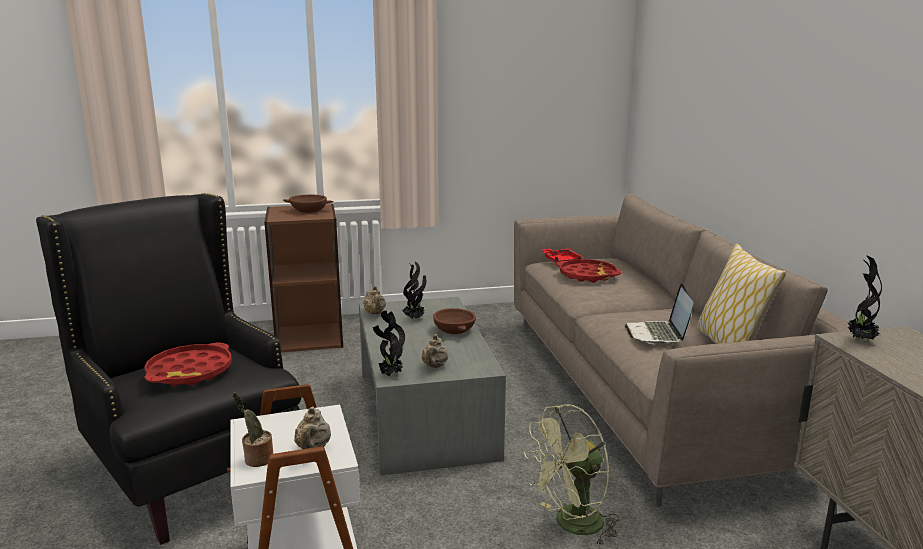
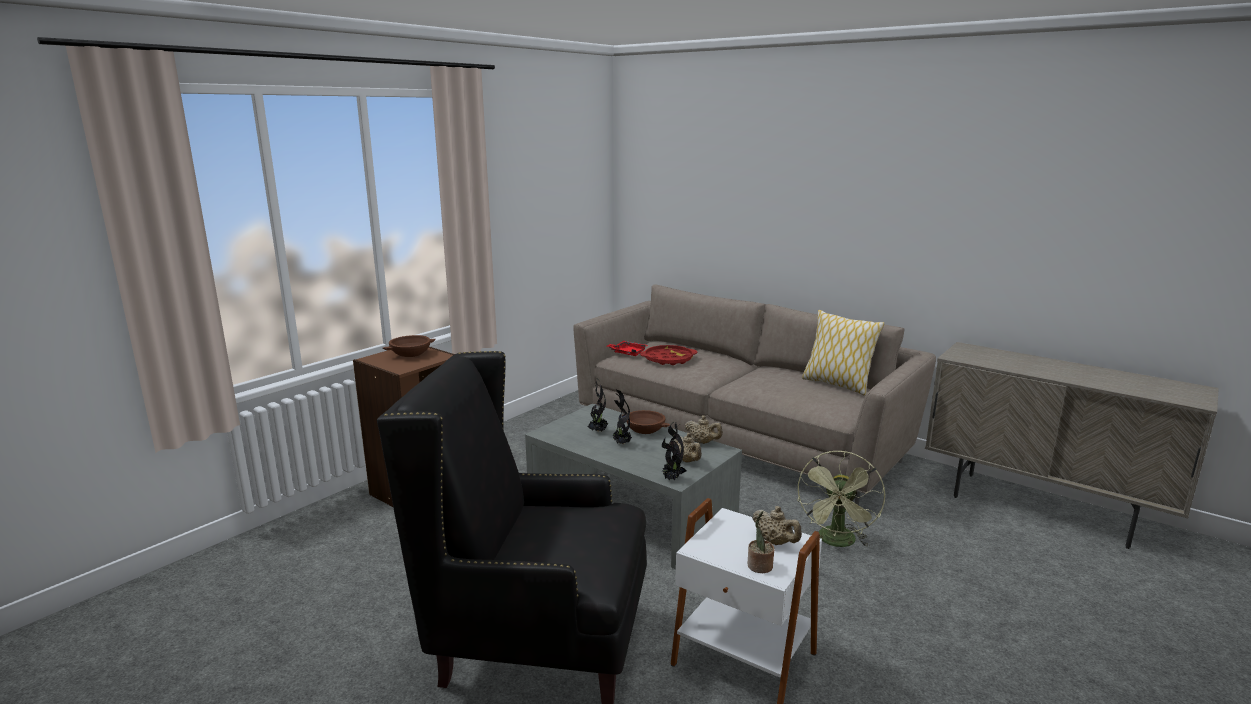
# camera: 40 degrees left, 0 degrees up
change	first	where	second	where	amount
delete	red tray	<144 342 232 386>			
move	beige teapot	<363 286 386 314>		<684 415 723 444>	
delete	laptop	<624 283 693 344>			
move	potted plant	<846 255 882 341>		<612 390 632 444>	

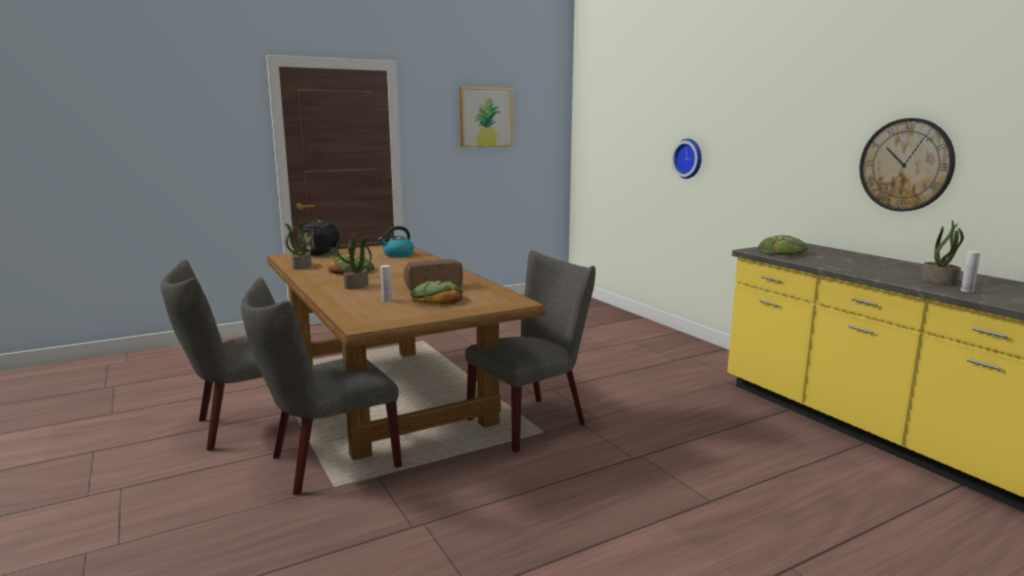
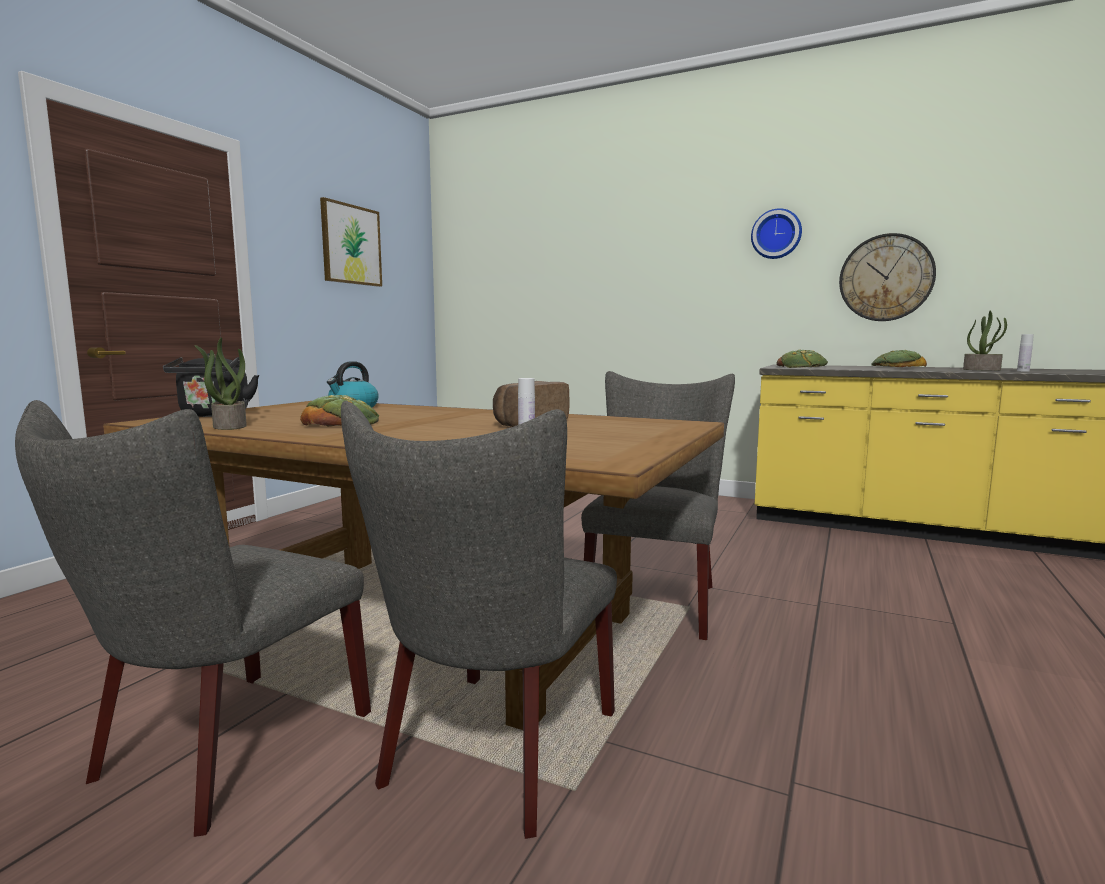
# camera: 35 degrees left, 5 degrees down
change	first	where	second	where	amount
delete	potted plant	<336 233 372 289>			
move	bread	<410 281 463 305>		<871 350 927 367>	
move	wall clock	<672 139 702 179>		<751 208 802 259>	

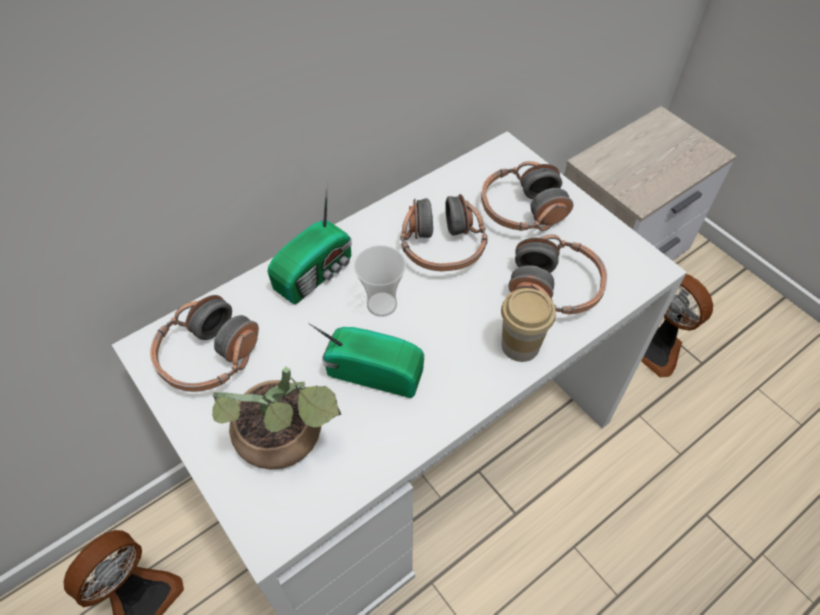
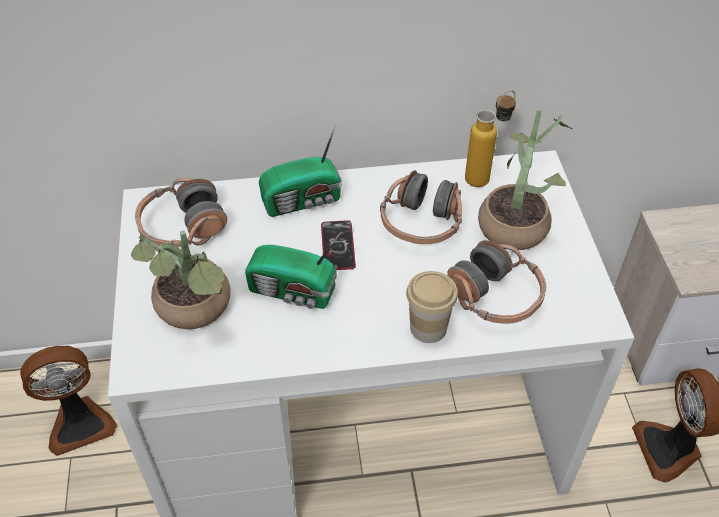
# camera: 30 degrees right, 5 degrees down
change	first	where	second	where	amount
rotate	radio	<308 323 424 398>		<245 232 341 309>	150 degrees clockwise
replace	cup	<354 245 406 317>	phone	<321 220 356 270>	
replace	headphones	<481 161 573 231>	potted plant	<478 109 572 250>	
insert			bottle	<465 91 516 187>	

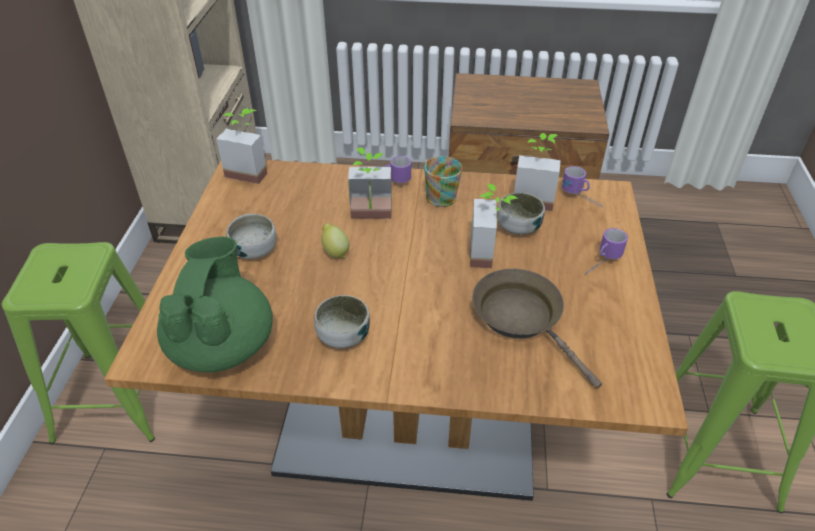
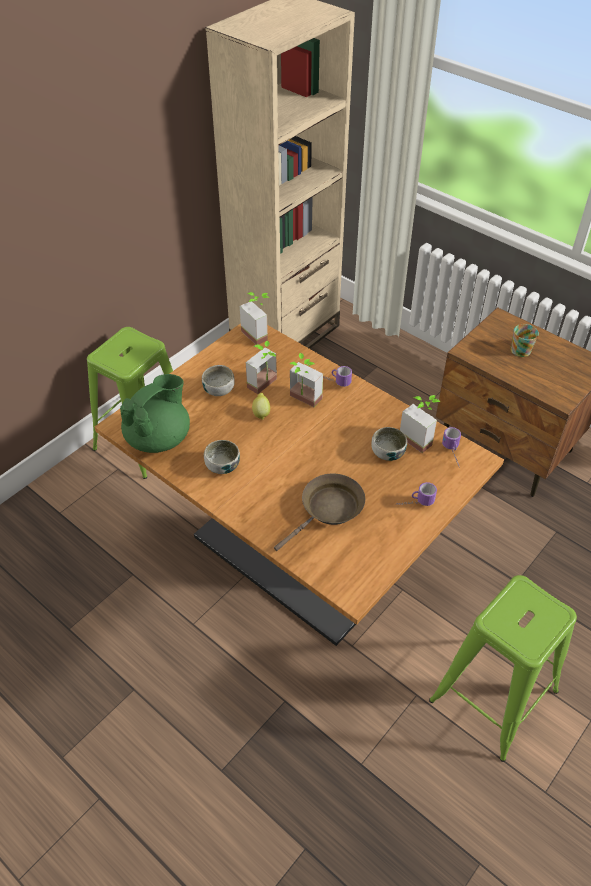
# camera: 35 degrees right, 5 degrees up
change	first	where	second	where	amount
move	mug	<424 156 462 207>		<510 324 539 357>	
move	potted plant	<470 184 518 268>		<246 341 277 394>	
rotate	brown frying pan	<472 269 602 388>		<274 473 365 551>	45 degrees clockwise

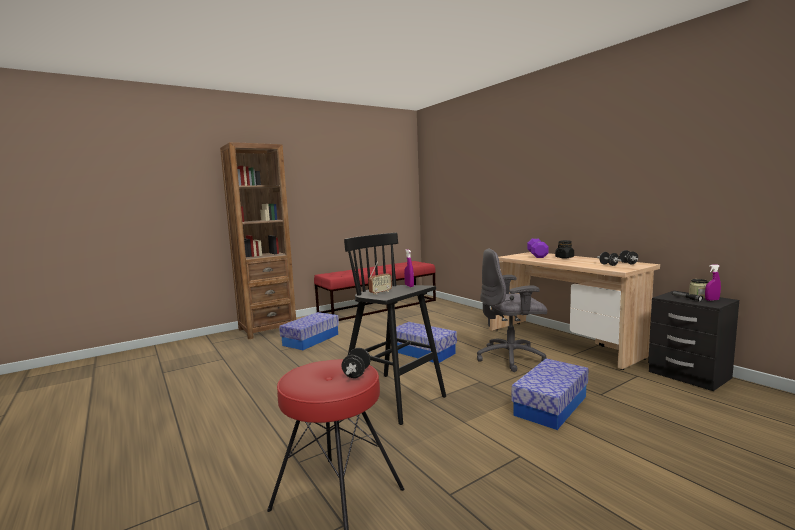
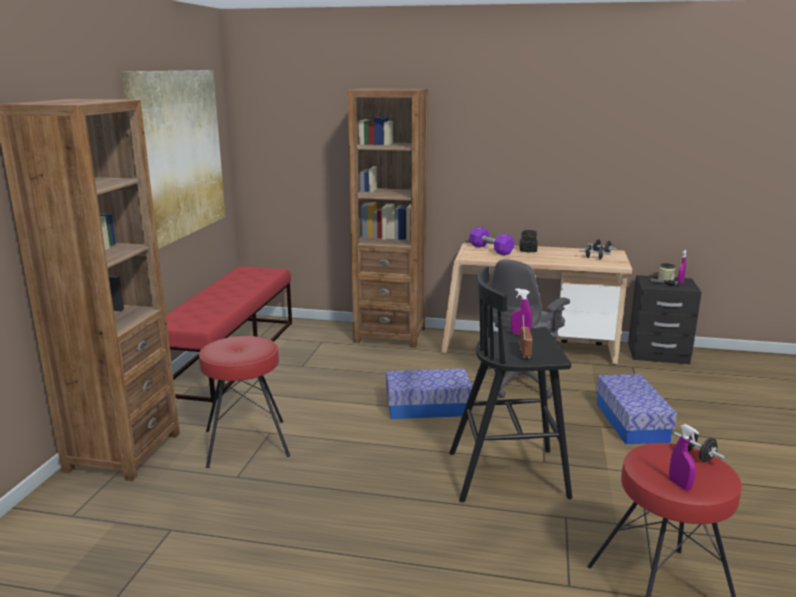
# camera: 45 degrees left, 10 degrees up
change	first	where	second	where	amount
replace	storage box	<279 312 339 350>	red stool	<199 336 290 468>	
insert			picture	<122 70 226 249>	
insert			brown bookcase	<348 88 428 348>	
insert			purple spray bottle	<669 424 699 491>	

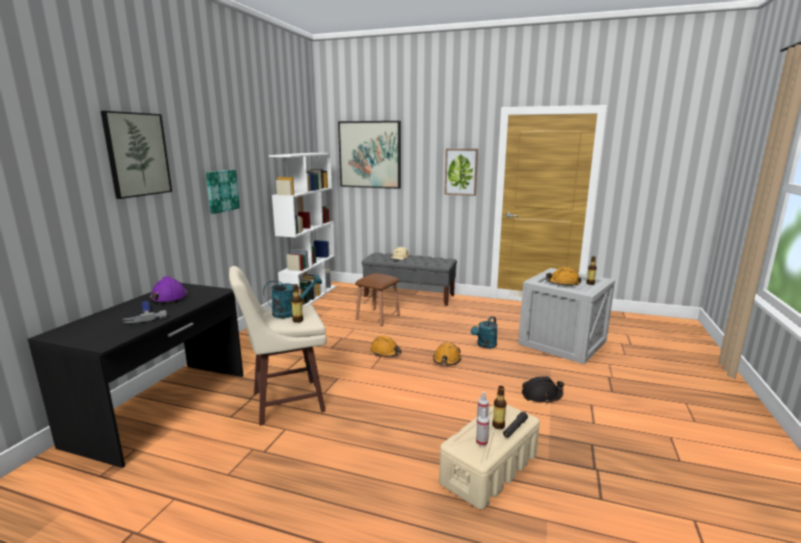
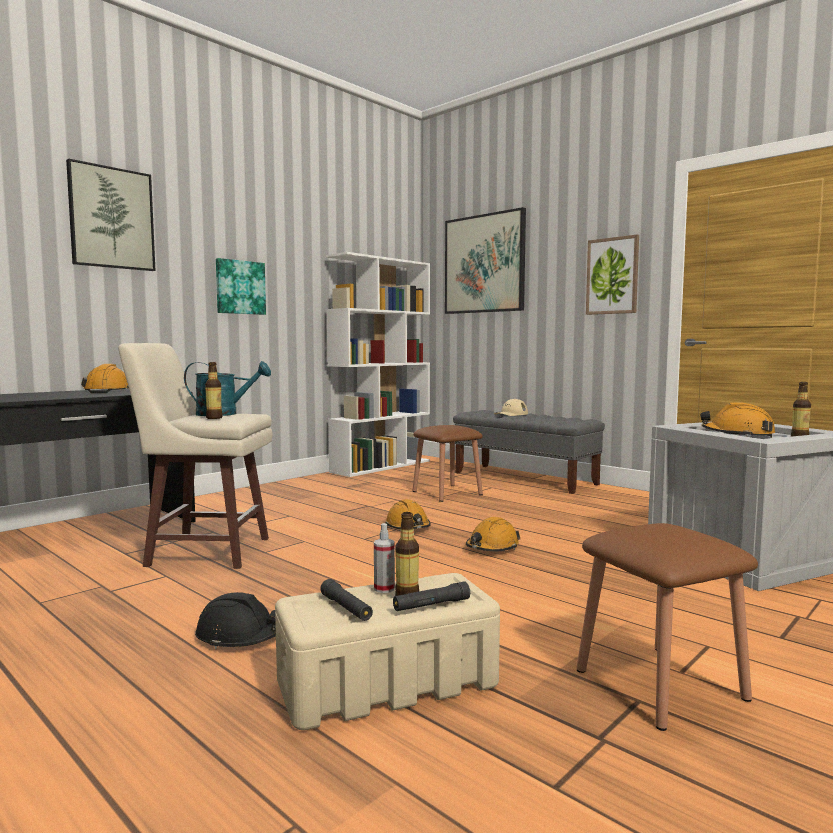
# camera: 25 degrees right, 10 degrees down
change	first	where	second	where	amount
delete	hammer	<123 301 167 323>			
recolor	purple hard hat	<150 276 188 304>	orange hard hat	<81 364 129 393>	
delete	turquoise watering can	<471 316 498 349>			
replace	spray bottle	<476 409 489 446>	black flashlight	<321 579 373 621>	
move	black hard hat	<522 376 564 404>		<195 592 276 649>	
insert			brown stool	<577 523 758 731>	

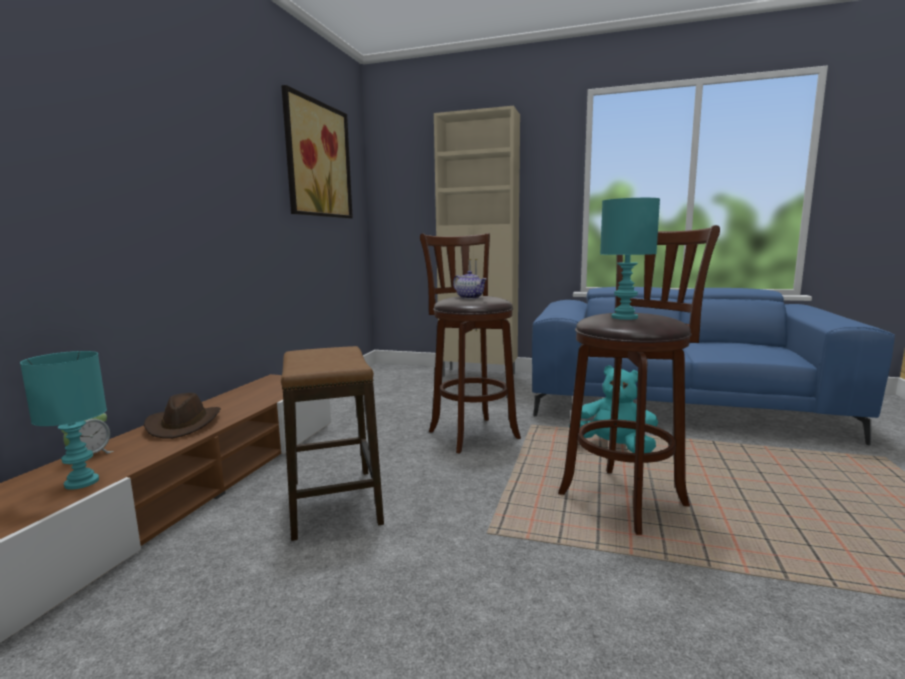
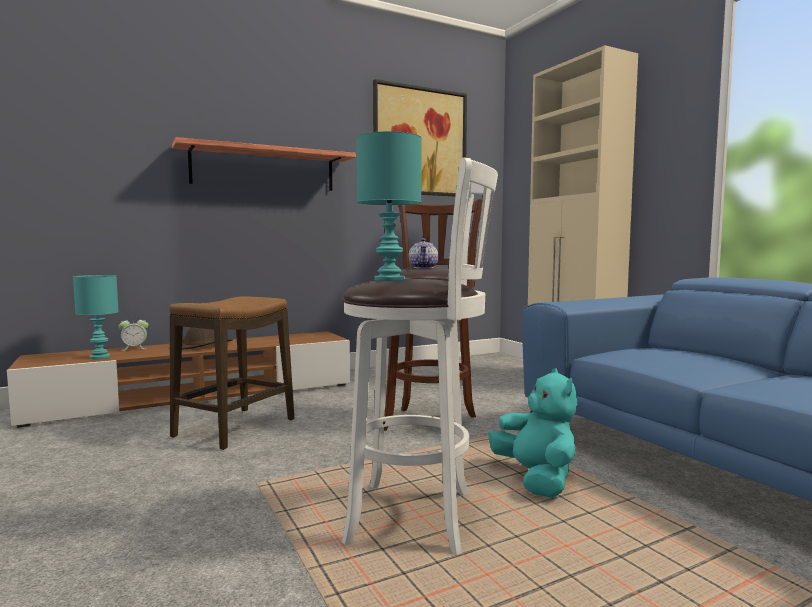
# camera: 45 degrees right, 5 degrees down
change	first	where	second	where	amount
recolor	brown stool	<558 225 720 535>	white stool	<342 157 498 555>	
insert			shelf	<172 137 356 191>	

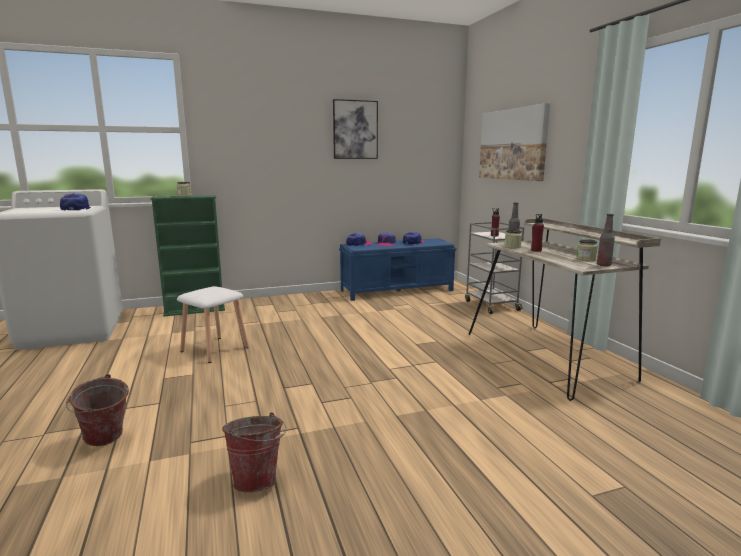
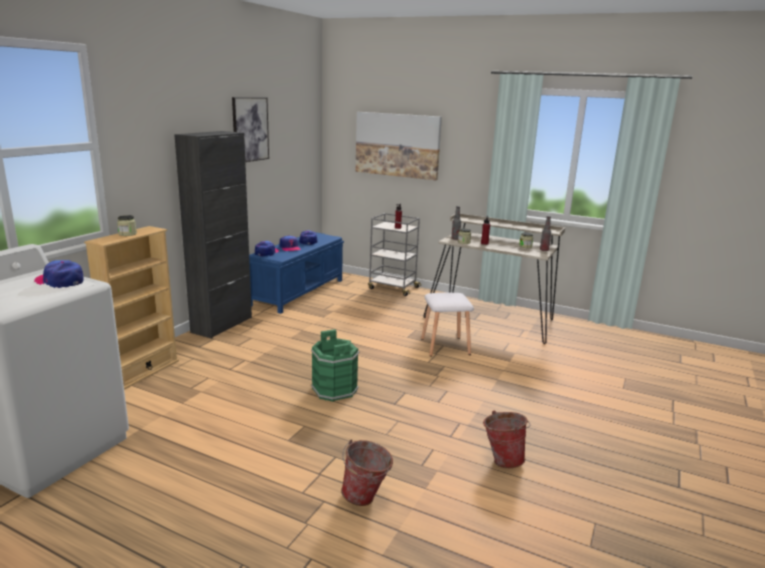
# camera: 45 degrees left, 5 degrees up
change	first	where	second	where	amount
recolor	green bookcase	<150 195 225 316>	beige bookcase	<84 226 179 390>	
move	white stool	<177 286 249 363>		<421 293 474 356>	
insert			black cabinet	<174 131 252 339>	
insert			green bucket	<311 329 360 402>	

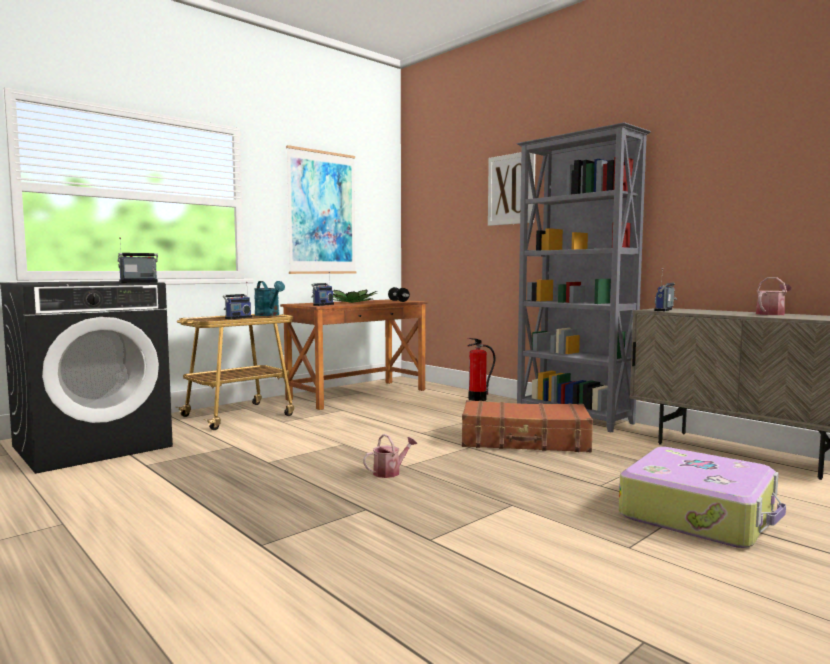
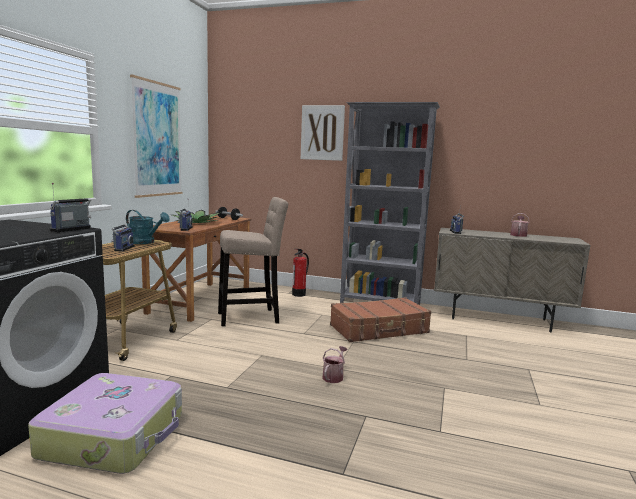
# camera: 30 degrees left, 5 degrees up
change	first	where	second	where	amount
move	suitcase	<619 447 786 548>		<28 373 182 474>	
insert			beige stool	<218 197 288 326>	

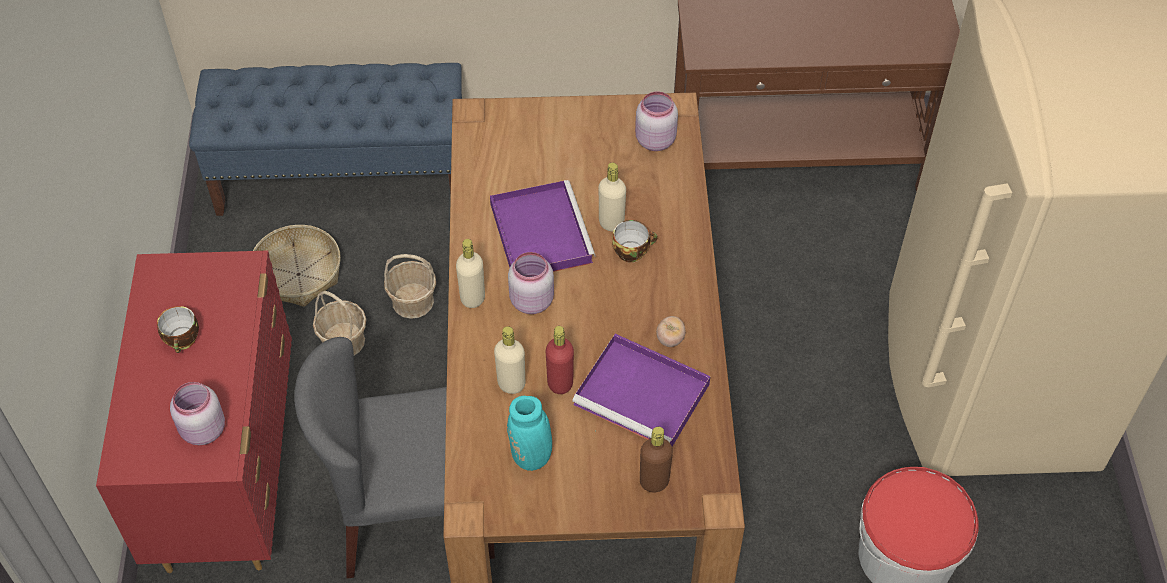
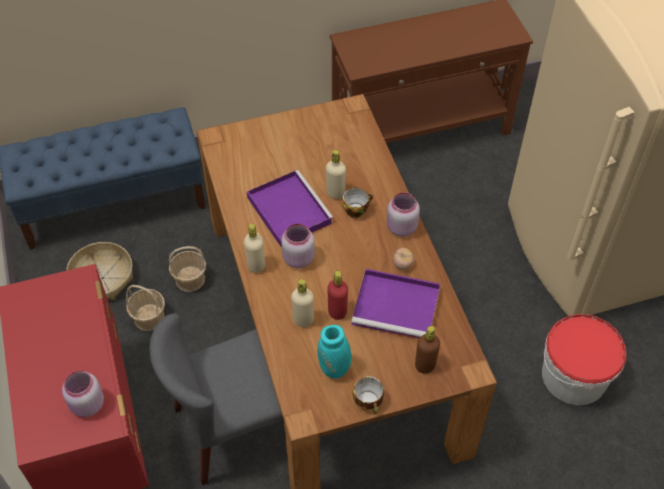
# camera: 15 degrees left, 0 degrees up
change	first	where	second	where	amount
move	cup	<157 306 199 353>		<353 376 384 414>	
move	pink jar	<635 91 678 151>		<387 192 420 237>	

